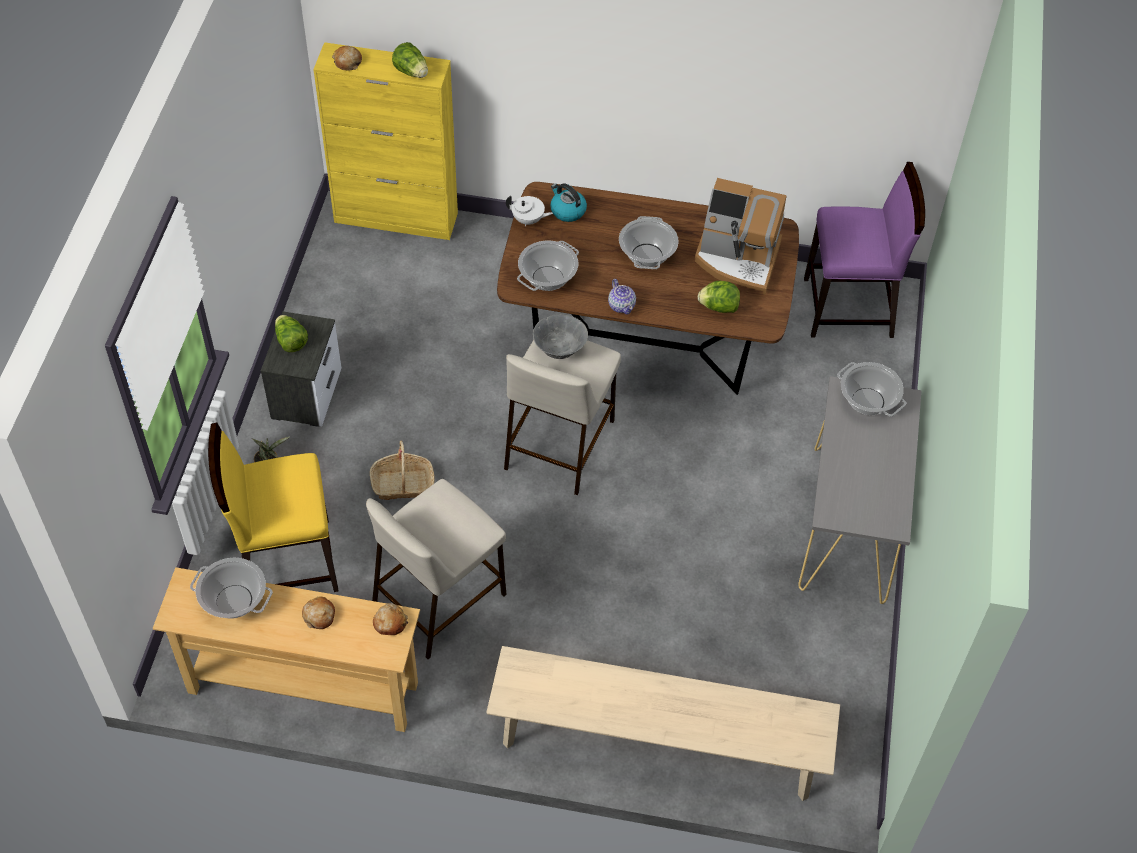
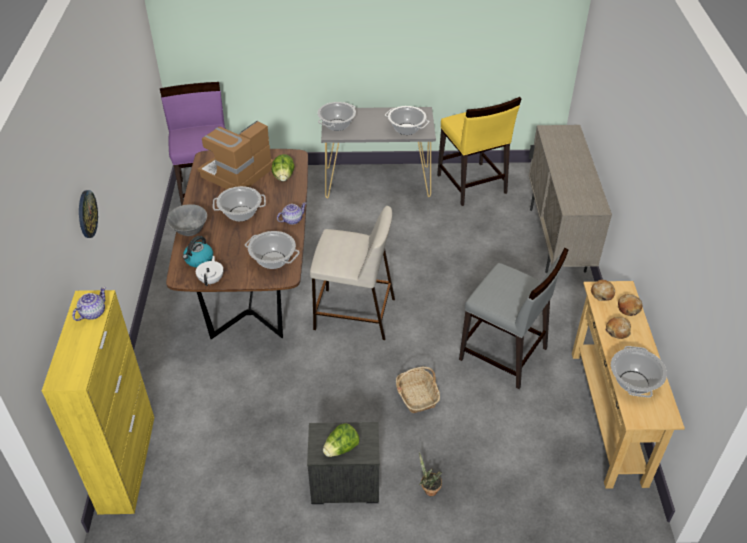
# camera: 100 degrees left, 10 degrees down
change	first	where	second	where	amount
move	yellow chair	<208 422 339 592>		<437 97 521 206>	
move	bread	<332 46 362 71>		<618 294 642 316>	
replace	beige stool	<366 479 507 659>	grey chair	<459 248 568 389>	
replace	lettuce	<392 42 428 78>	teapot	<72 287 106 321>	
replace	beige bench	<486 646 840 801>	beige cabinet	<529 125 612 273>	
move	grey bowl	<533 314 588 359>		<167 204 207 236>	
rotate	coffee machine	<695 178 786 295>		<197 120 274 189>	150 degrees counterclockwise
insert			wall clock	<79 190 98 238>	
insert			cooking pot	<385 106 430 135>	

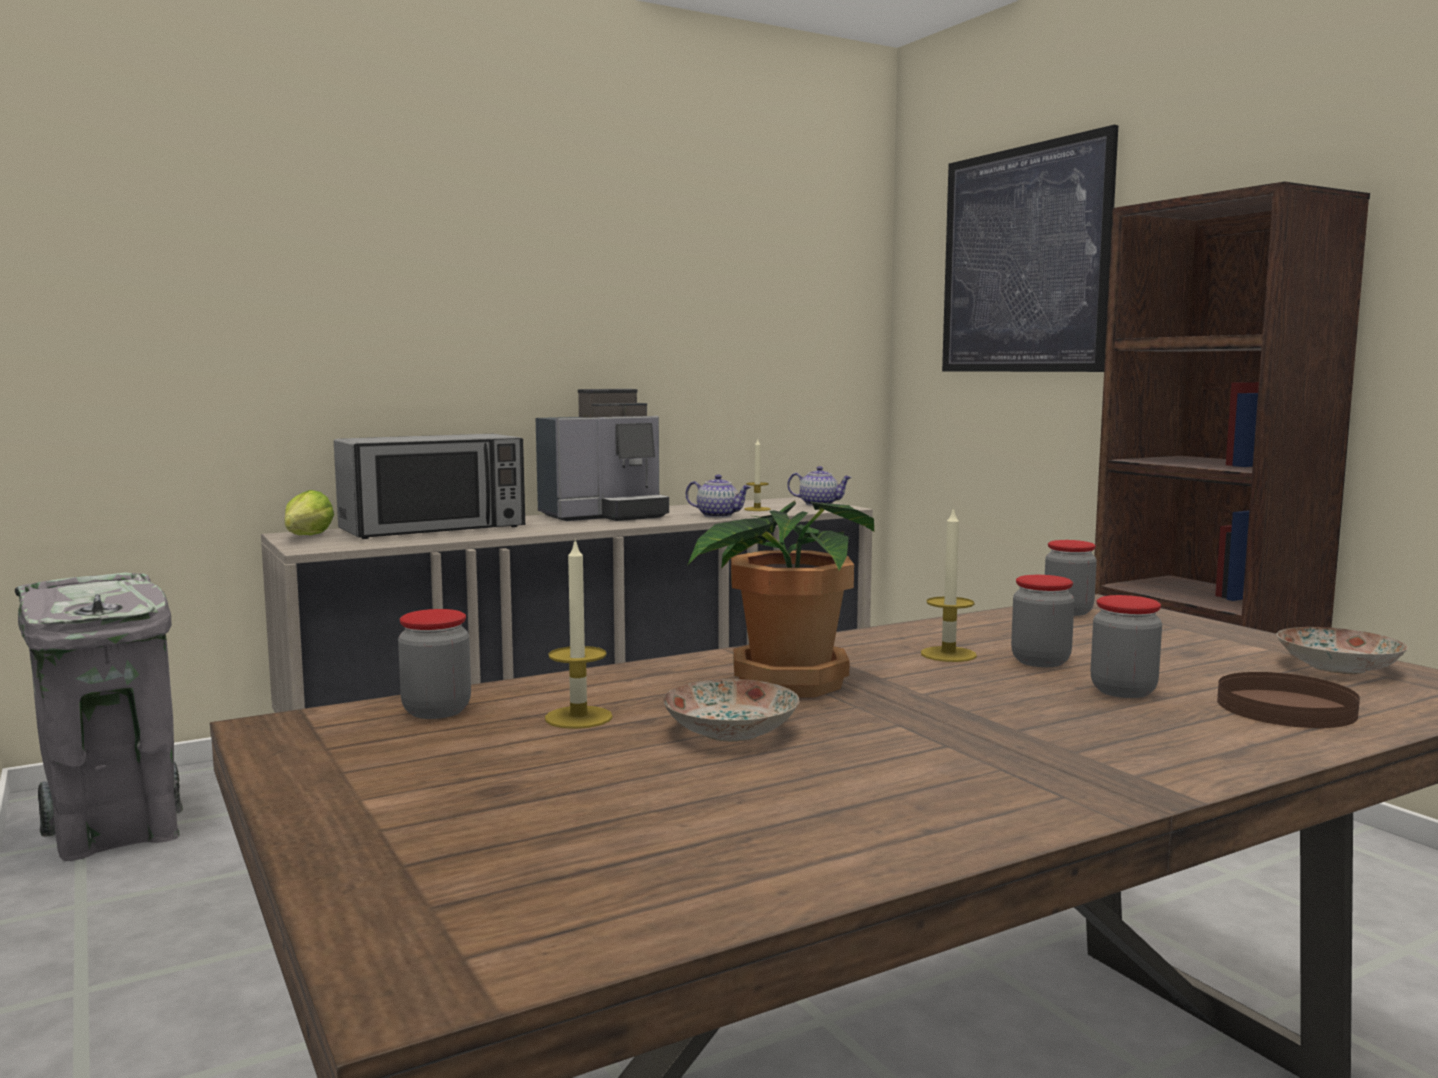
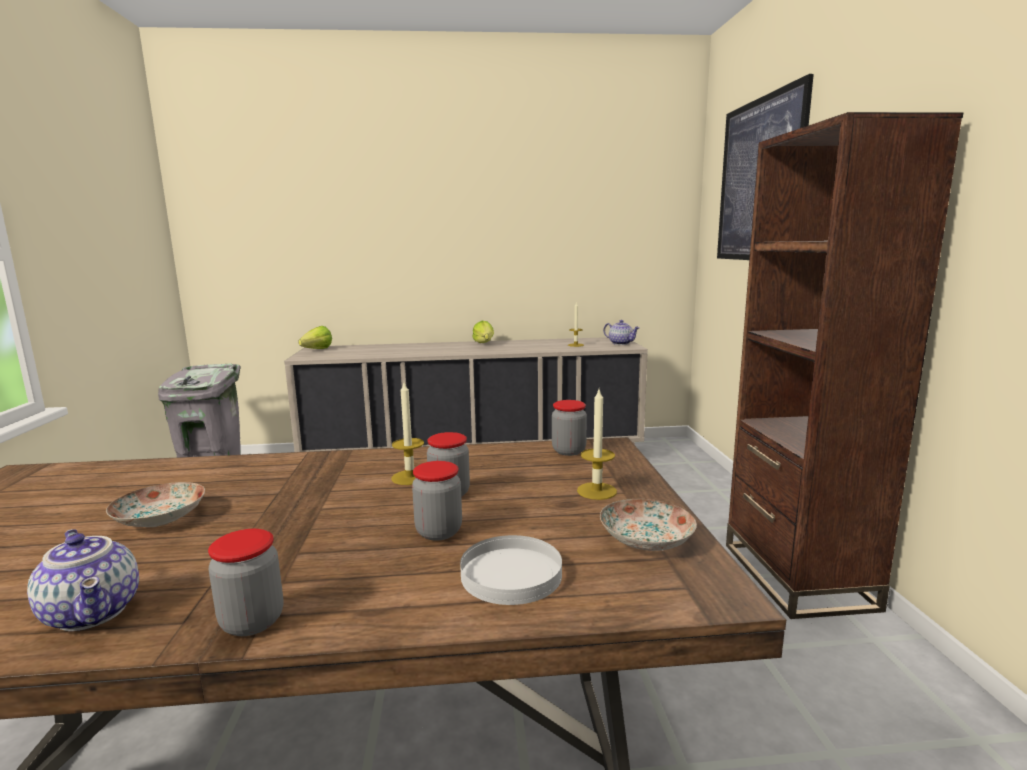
# camera: 25 degrees right, 5 degrees up
change	first	where	second	where	amount
delete	microwave	<334 434 525 539>			
move	jar	<398 609 471 719>		<208 529 283 636>	
replace	coffee machine	<536 389 669 521>	lettuce	<472 321 494 343>	
move	candle	<545 538 613 729>		<577 390 617 500>	
move	teapot	<686 474 751 518>		<27 529 139 631>	
delete	potted plant	<688 501 874 698>			
recolor	brown plate	<1217 672 1360 728>	white plate	<460 535 562 605>	

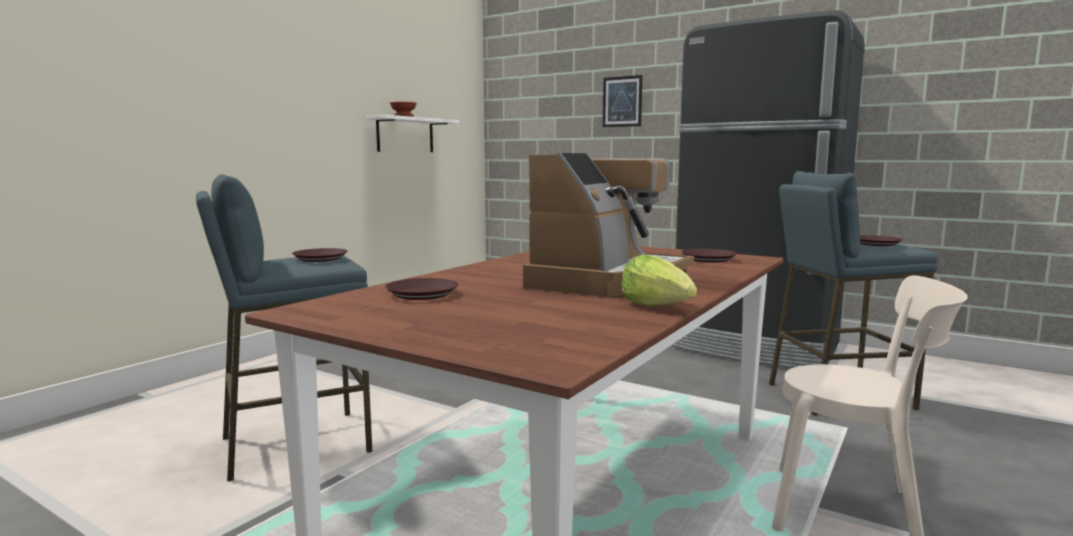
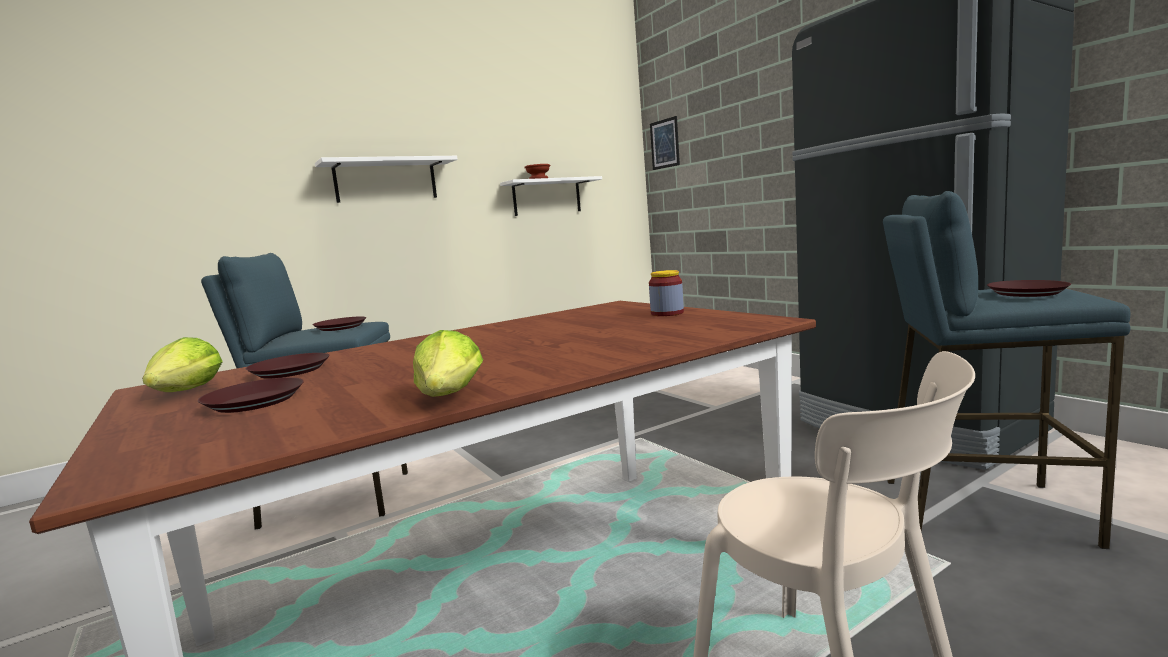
# camera: 25 degrees right, 0 degrees up
change	first	where	second	where	amount
delete	coffee machine	<523 153 694 297>			
move	picture	<603 75 643 127>		<650 116 680 170>	
move	brown plate	<681 249 737 263>		<198 377 304 413>	
insert			lettuce	<142 337 223 392>	
insert			white shelf	<315 156 458 203>	
insert			jar	<649 270 684 316>	

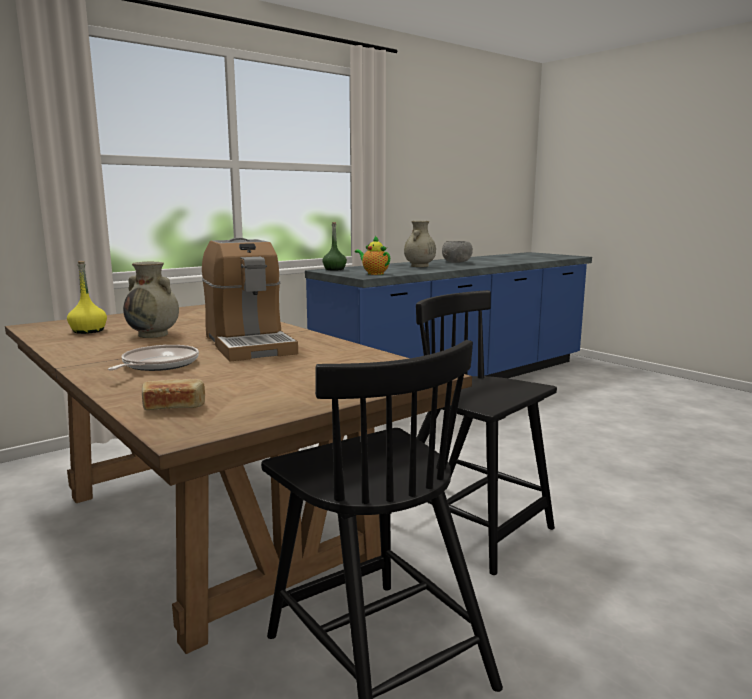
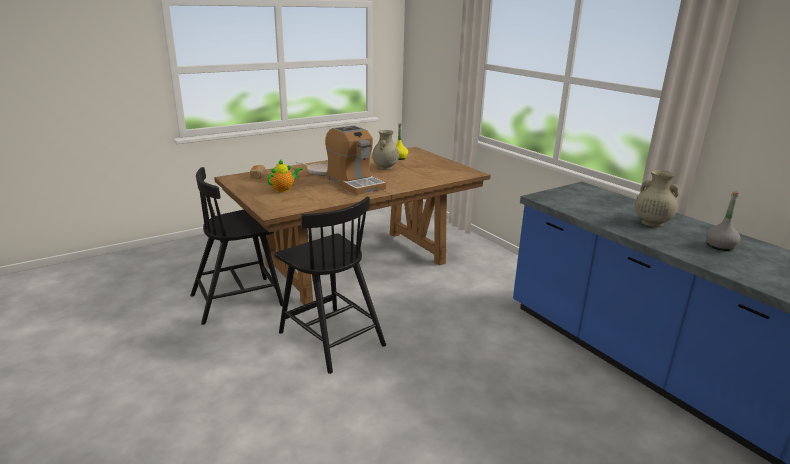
# camera: 95 degrees right, 10 degrees up
change	first	where	second	where	amount
rotate	coffee machine	<202 238 298 362>		<325 125 386 195>	105 degrees counterclockwise
delete	green bottle	<322 222 347 270>			
move	teapot	<355 236 390 275>		<267 160 302 192>	
rotate	black chair	<390 290 557 575>		<274 197 386 374>	90 degrees clockwise
replace	grey bowl	<442 241 473 263>	grey bottle	<706 192 741 251>	

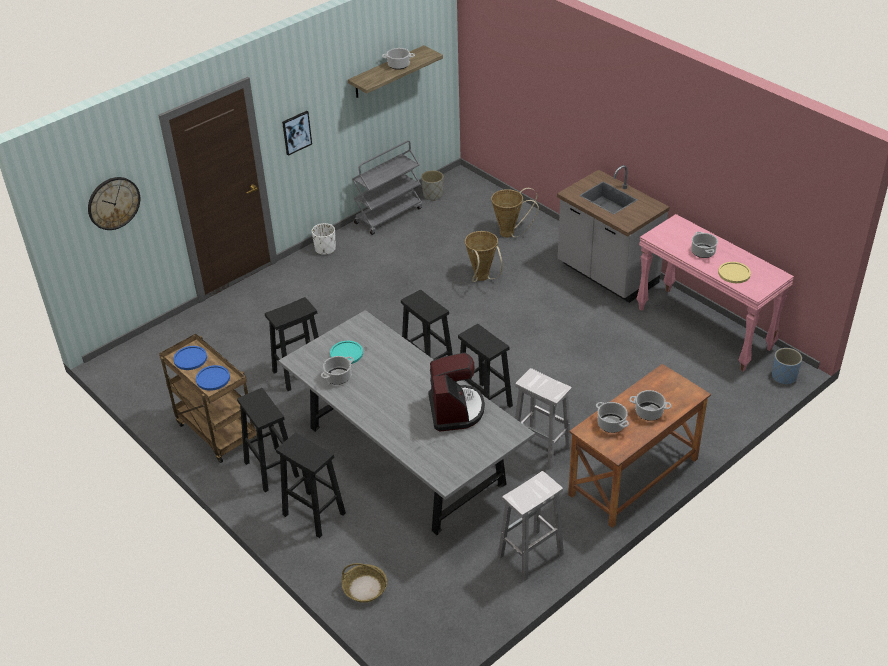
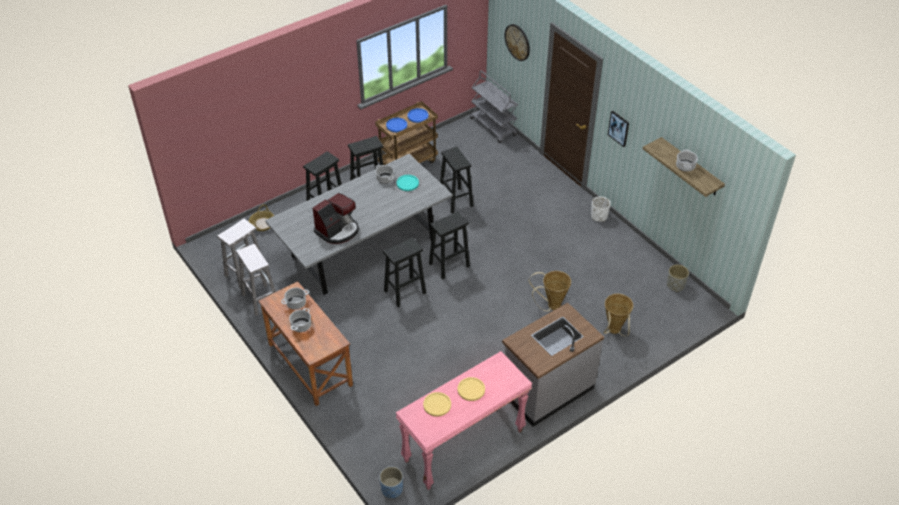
# camera: 95 degrees right, 5 degrees up
change	first	where	second	where	amount
move	grey cart	<352 140 422 235>		<470 70 518 143>	
rotate	coffee machine	<428 353 485 432>		<312 193 359 244>	45 degrees counterclockwise
move	white stool	<515 368 572 469>		<217 219 266 289>	
replace	cooking pot	<691 232 718 258>	yellow plate	<458 377 485 401>	

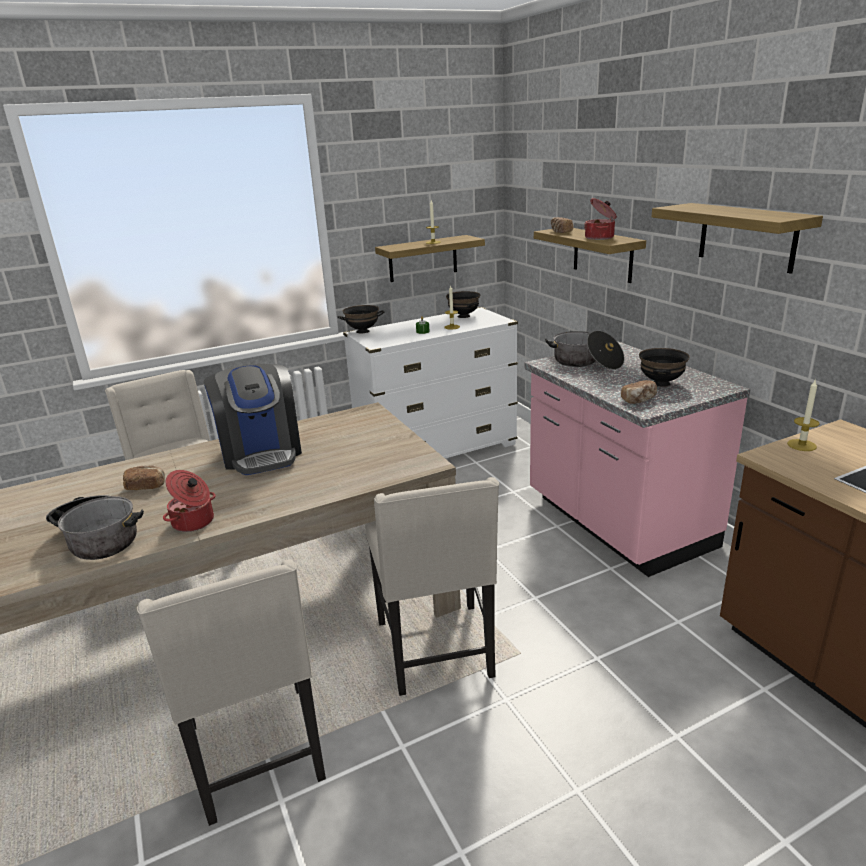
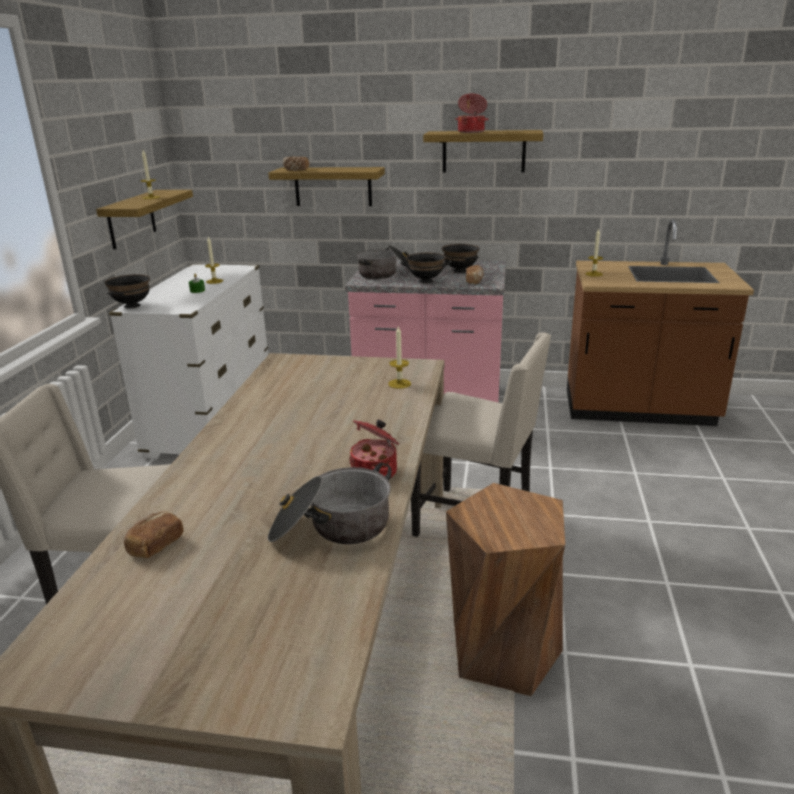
# camera: 55 degrees left, 0 degrees up
change	first	where	second	where	amount
move	bread	<123 465 165 490>		<124 511 184 558>	
replace	beige chair	<137 559 326 826>	brown stool	<446 483 565 696>	
delete	coffee machine	<204 364 302 475>			
move	black bowl	<446 291 480 318>		<400 253 452 283>	
move	cooking pot	<584 198 617 240>		<455 94 488 133>	
insert			candle	<388 325 411 389>	

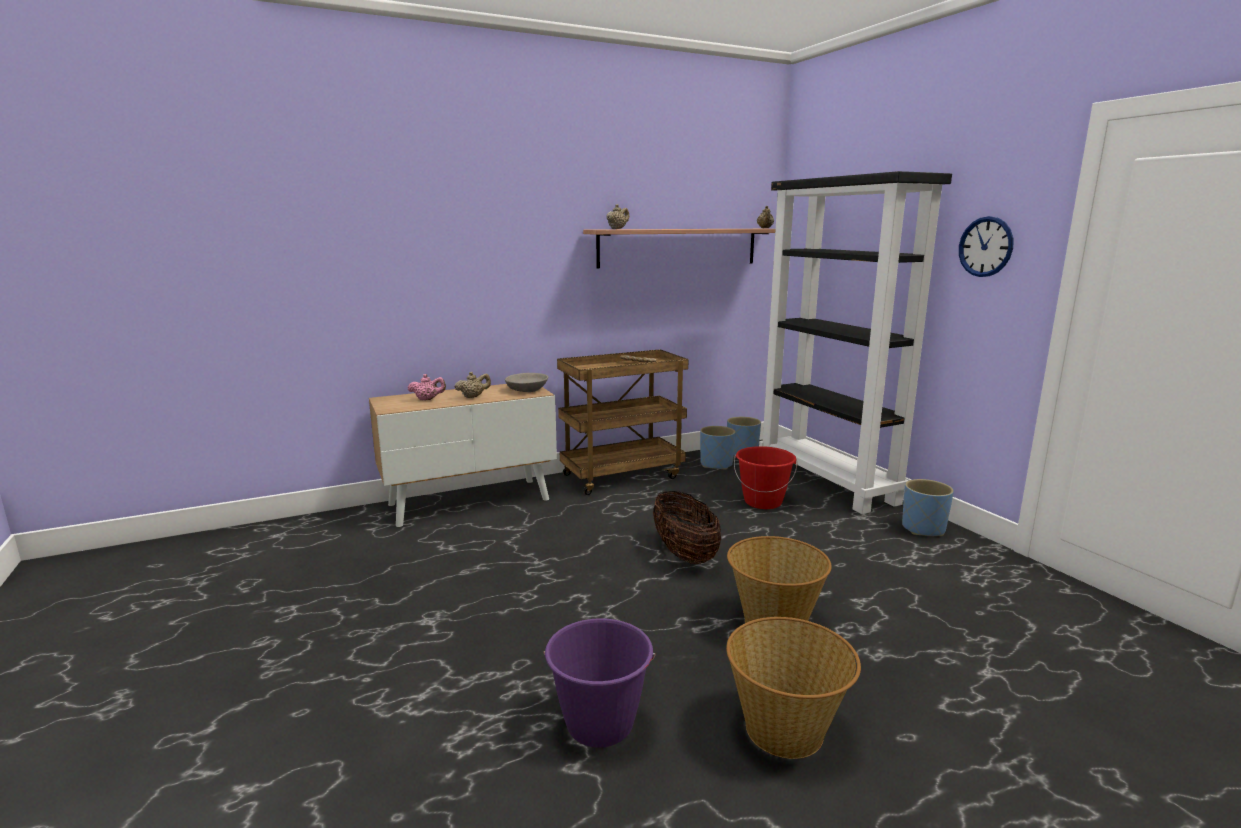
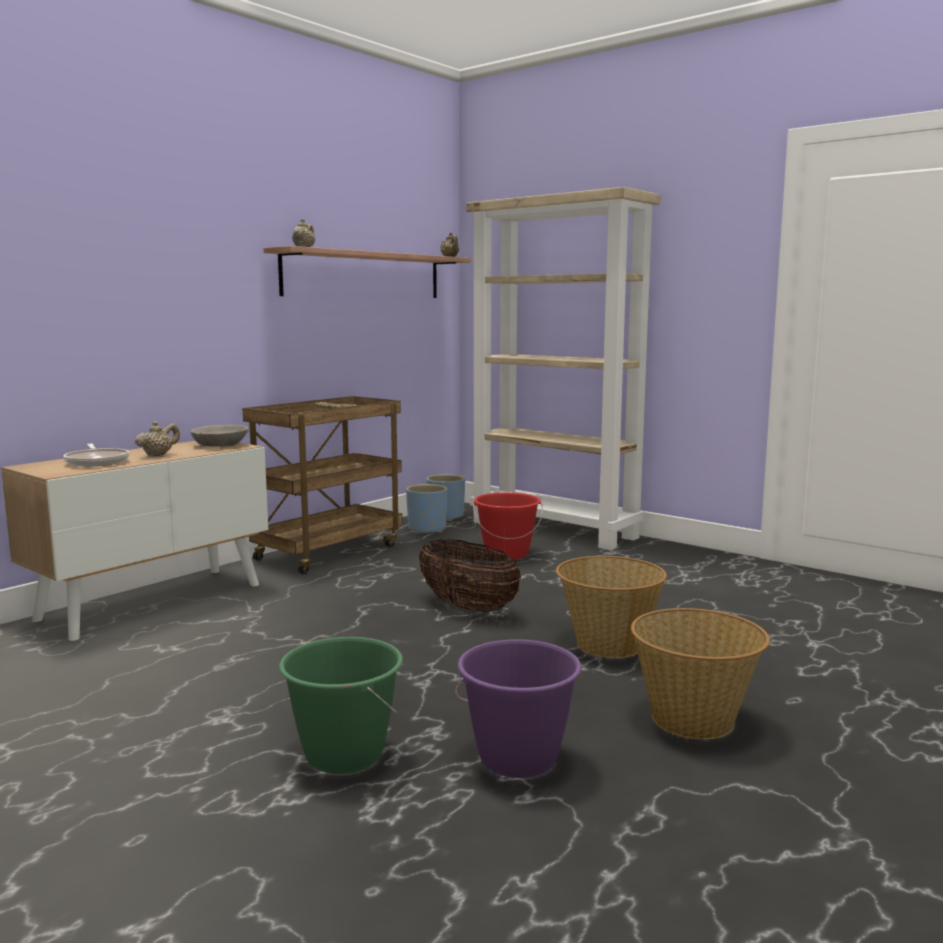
# camera: 25 degrees left, 5 degrees down
change	first	where	second	where	amount
replace	pink teapot	<408 374 446 401>	frying pan	<63 444 129 467>	
recolor	black bookcase	<759 171 952 514>	beige bookcase	<466 187 660 550>	
delete	blue planter	<902 479 954 536>			
delete	wall clock	<959 216 1013 277>			
insert			green bucket	<279 637 403 774>	

